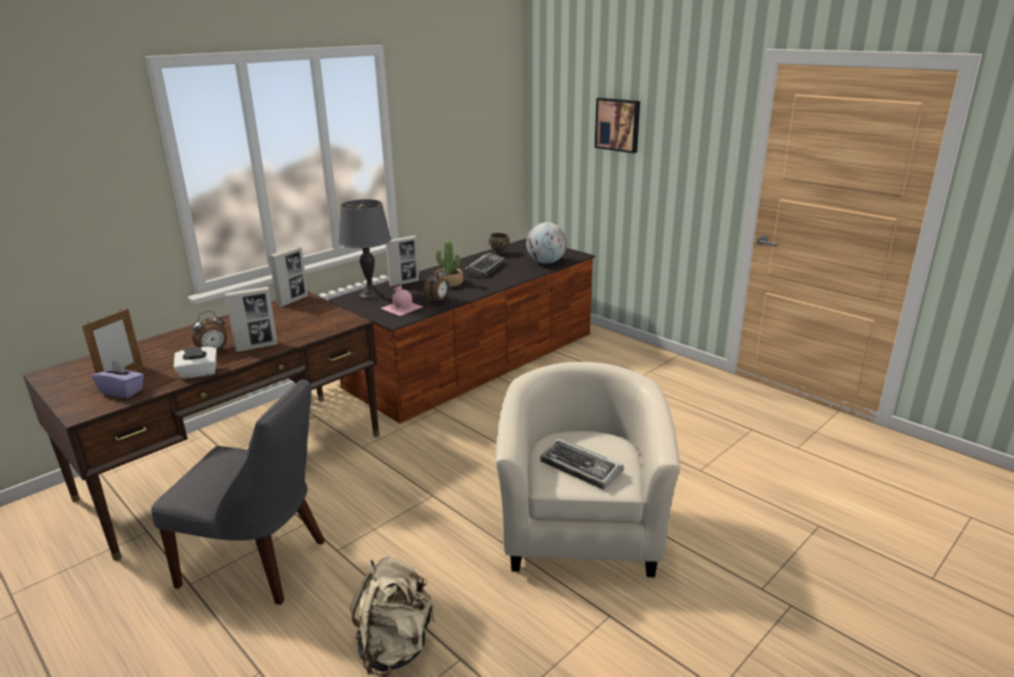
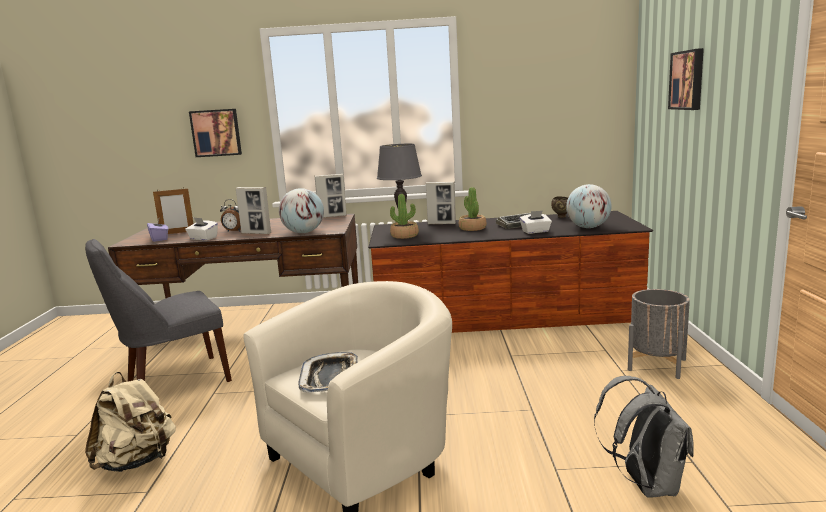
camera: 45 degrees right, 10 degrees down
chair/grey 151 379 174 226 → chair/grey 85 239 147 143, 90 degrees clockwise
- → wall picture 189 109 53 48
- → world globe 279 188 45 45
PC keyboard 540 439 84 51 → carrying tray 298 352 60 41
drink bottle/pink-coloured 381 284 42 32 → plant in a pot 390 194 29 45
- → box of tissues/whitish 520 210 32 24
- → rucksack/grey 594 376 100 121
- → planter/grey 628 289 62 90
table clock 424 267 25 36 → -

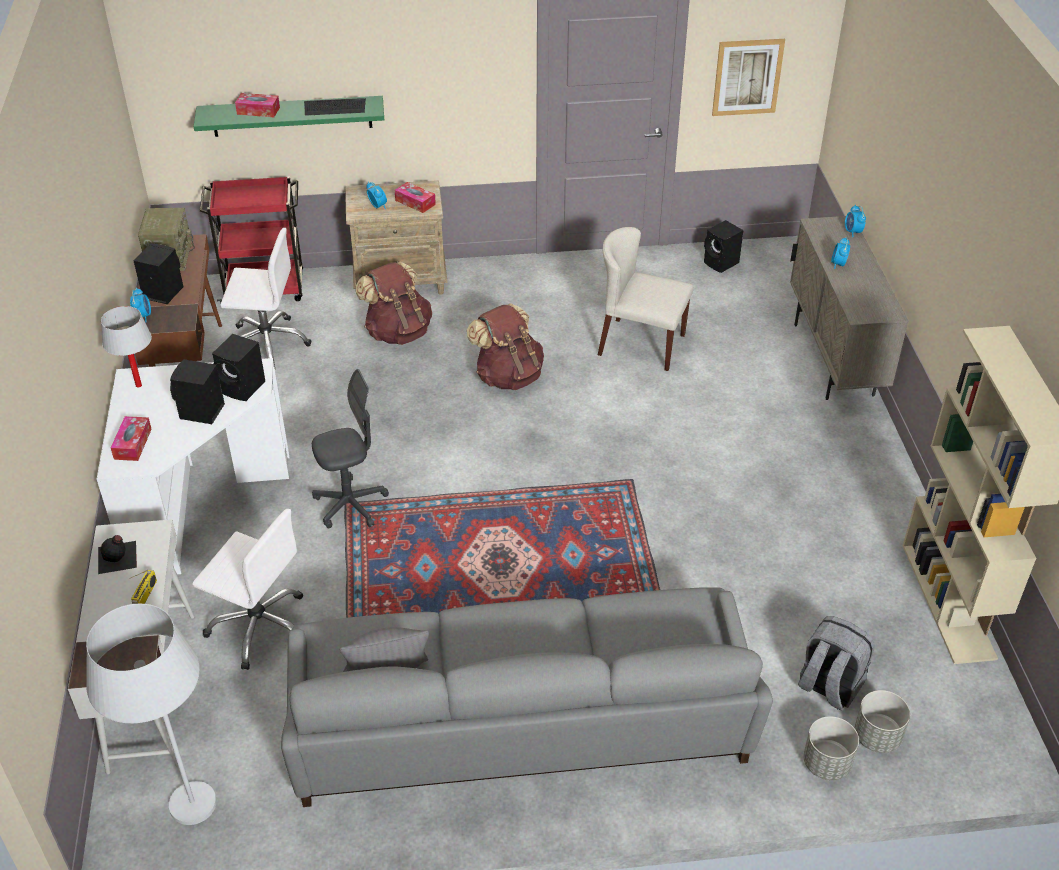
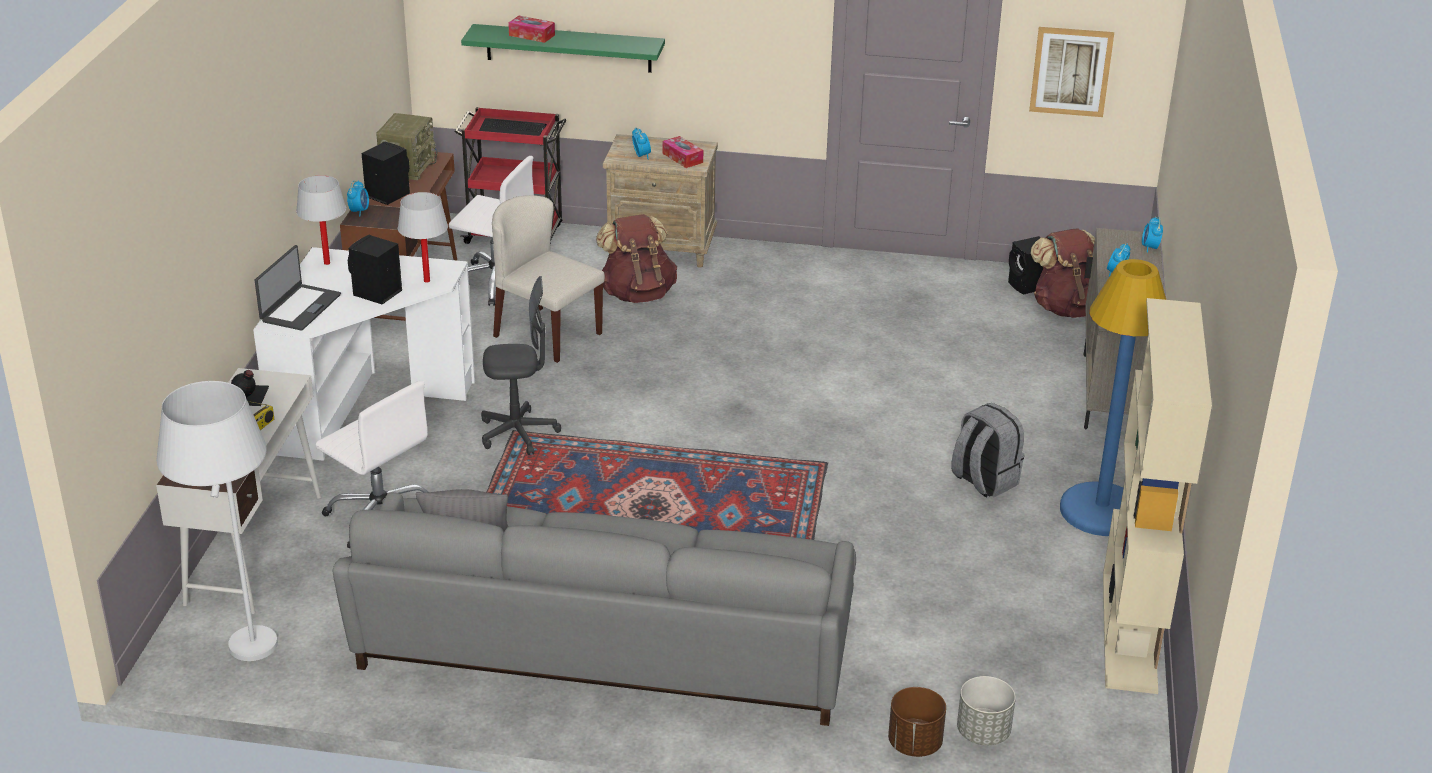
camera: 15 degrees right, 10 degrees down
box of tissues 111 416 41 45 → notebook computer 254 245 87 86
speaker/blackish 212 334 53 67 → table lamp/whitish 398 192 50 91
PC keyboard 304 98 62 18 → PC keyboard 479 118 68 18, shifted
chair/beige 598 227 95 144 → chair/beige 492 195 113 168, shifted
planter/grey 803 716 56 64 → planter/brown-coloured 888 687 58 70
rucksack/grey 798 616 77 94 → rucksack/grey 951 403 73 95, shifted
rucksack/brown-coloured 467 303 77 87 → rucksack/brown-coloured 1031 228 64 90, shifted
- → standing lamp/bluish 1060 259 106 277

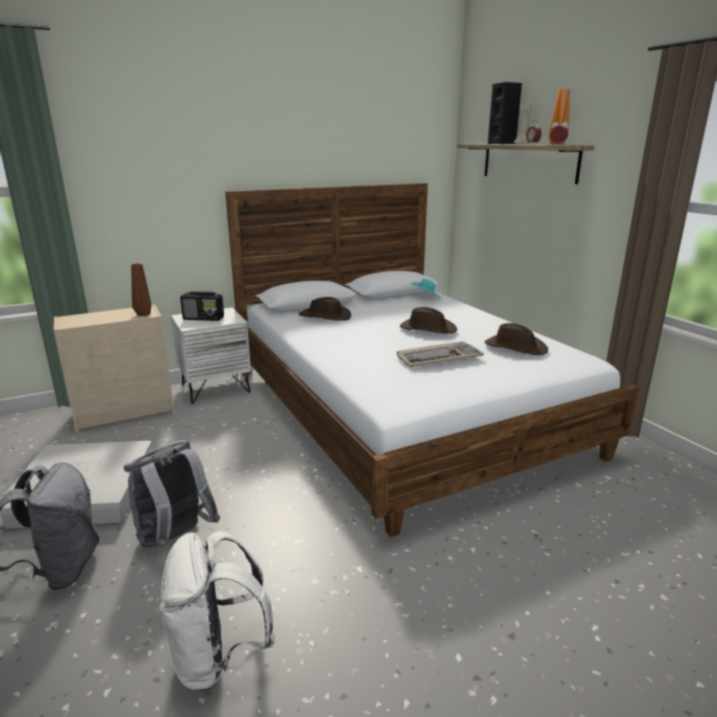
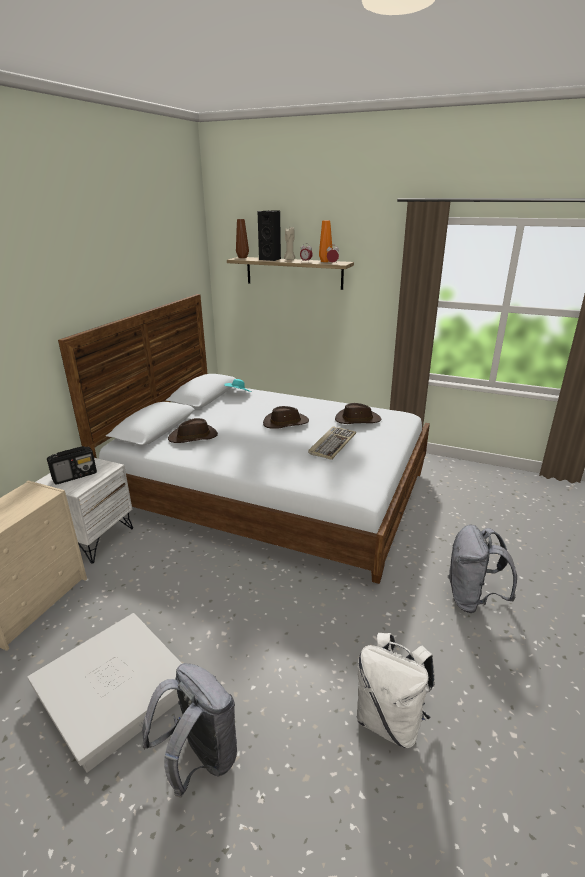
camera: 40 degrees left, 5 degrees up
vase/brown-coloured 131 264 20 52 → vase/brown-coloured 236 219 13 39, shifted
rucksack/grey 124 440 96 110 → rucksack/grey 448 525 69 88, shifted

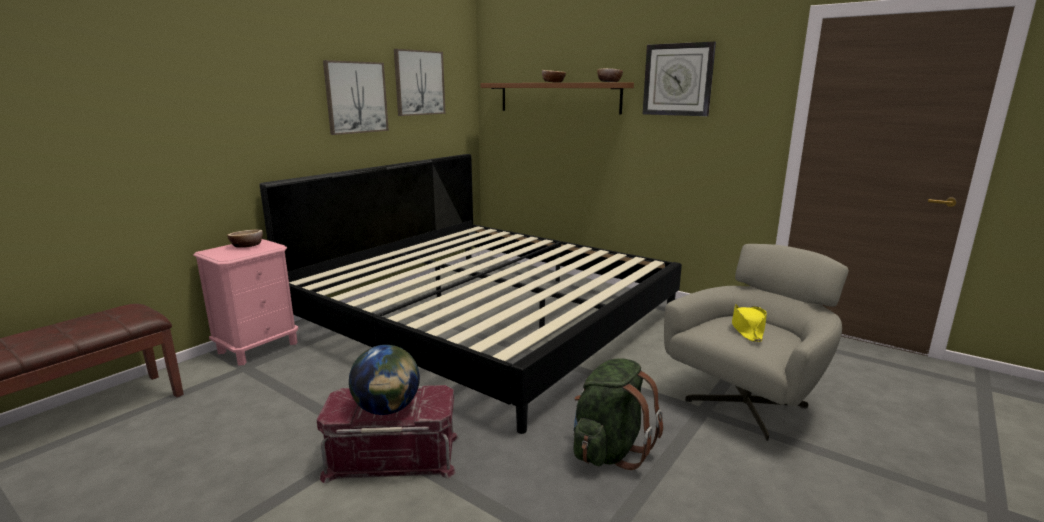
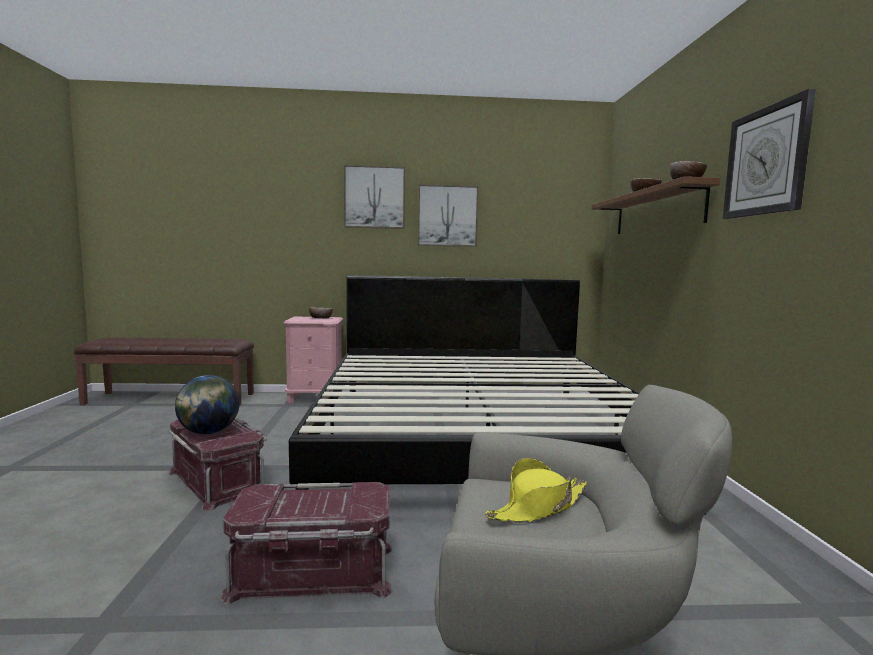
camera: 50 degrees right, 10 degrees down
rucksack/greenish 573 358 90 112 → storage box/red-coloured 220 482 173 123
wall picture 394 49 51 67 → wall picture 344 165 61 64, shifted

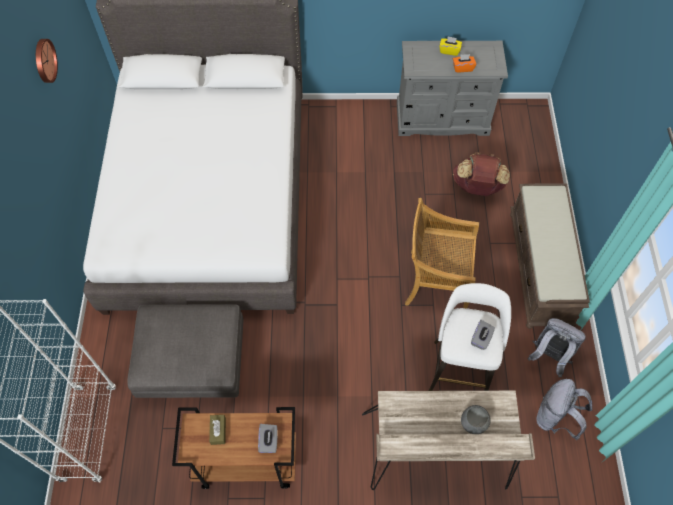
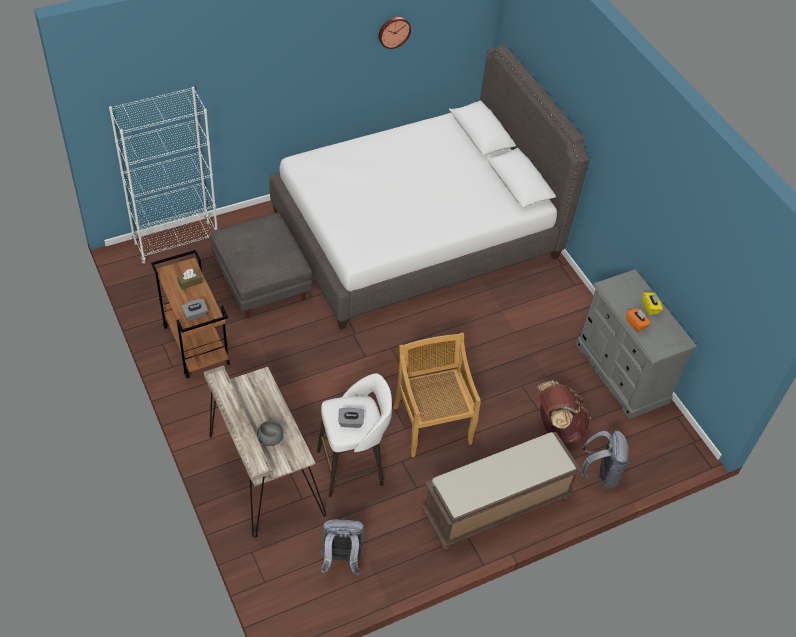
camera: 60 degrees right, 10 degrees down
rucksack/grey 528 318 57 59 → rucksack/grey 581 431 48 58, shifted

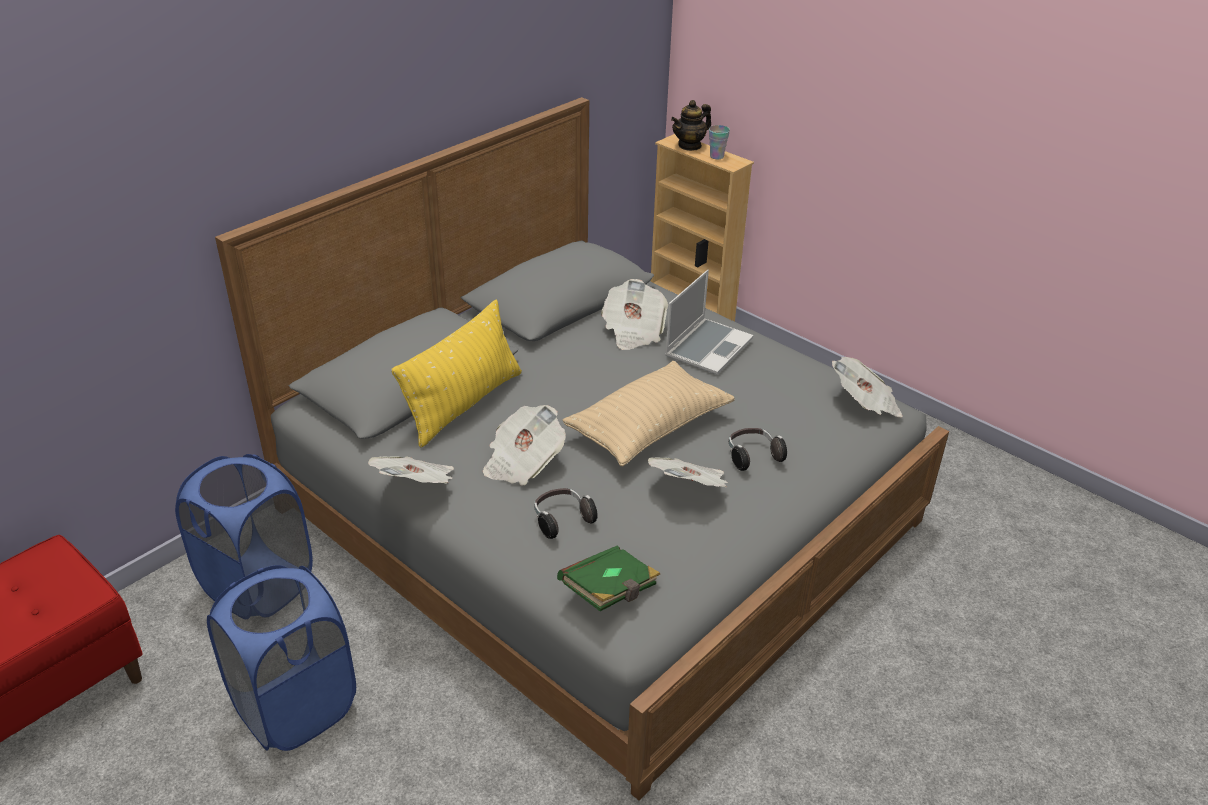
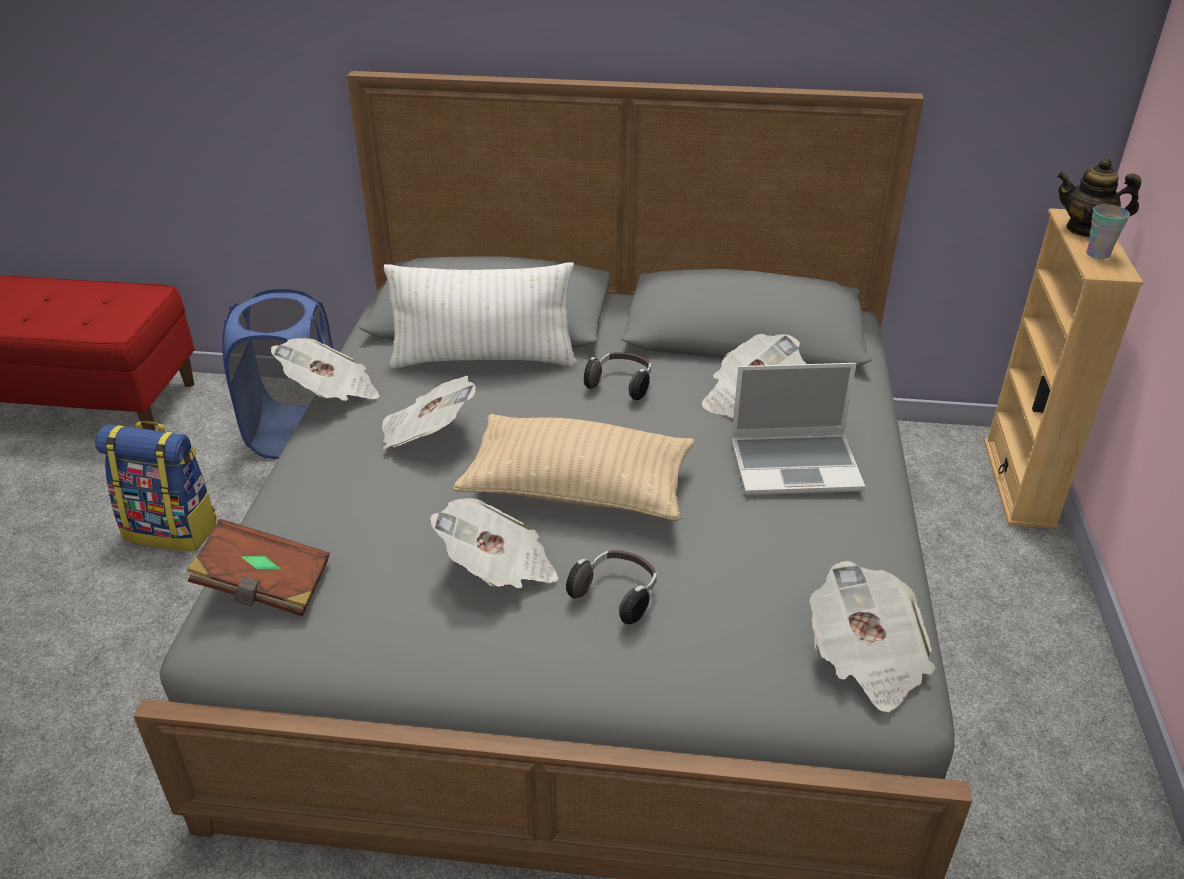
camera: 55 degrees right, 0 degrees up
hamper/bluish 207 565 149 186 → rucksack 95 421 123 130
book/greenish 557 546 103 65 → book/brown-coloured 187 519 143 98
cushion/yellow 392 300 130 148 → cushion/whitish 384 262 193 106
headset 534 488 64 51 → headset 584 352 67 48, shifted

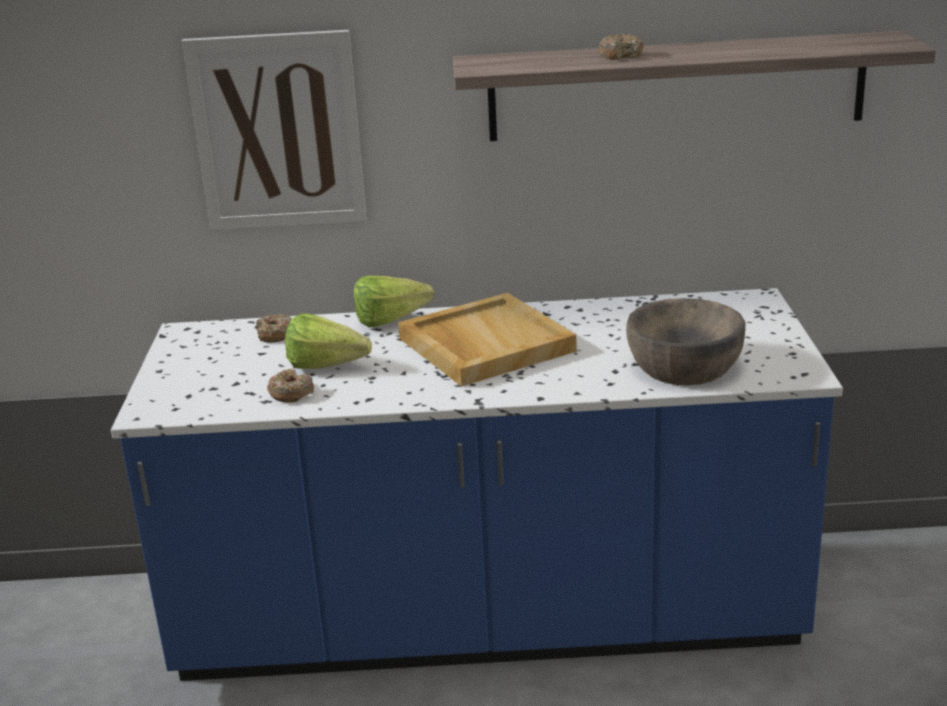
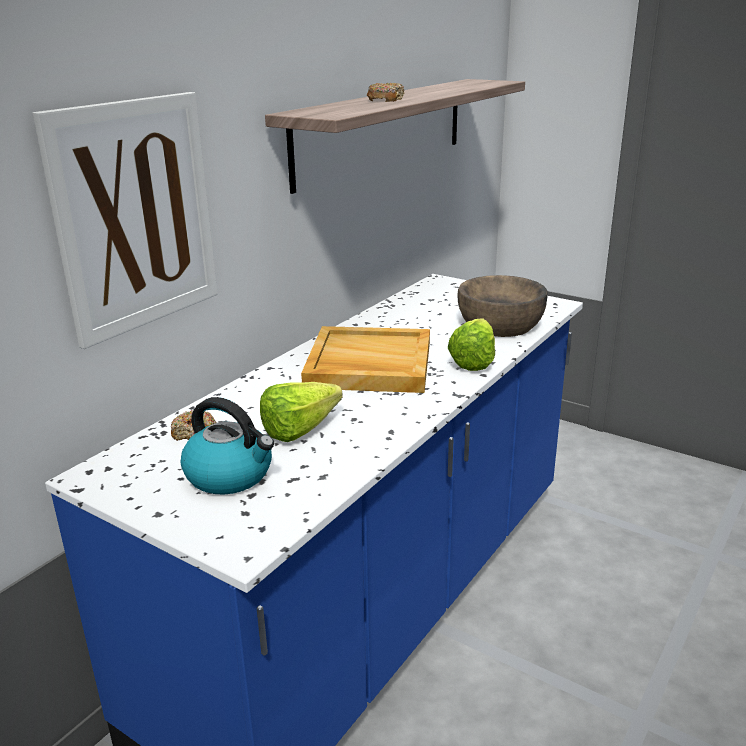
camera: 55 degrees left, 0 degrees up
- → kettle 181 397 93 98
lettuce 354 276 80 51 → lettuce 448 318 47 53, shifted
ring doughnut 267 369 47 34 → -

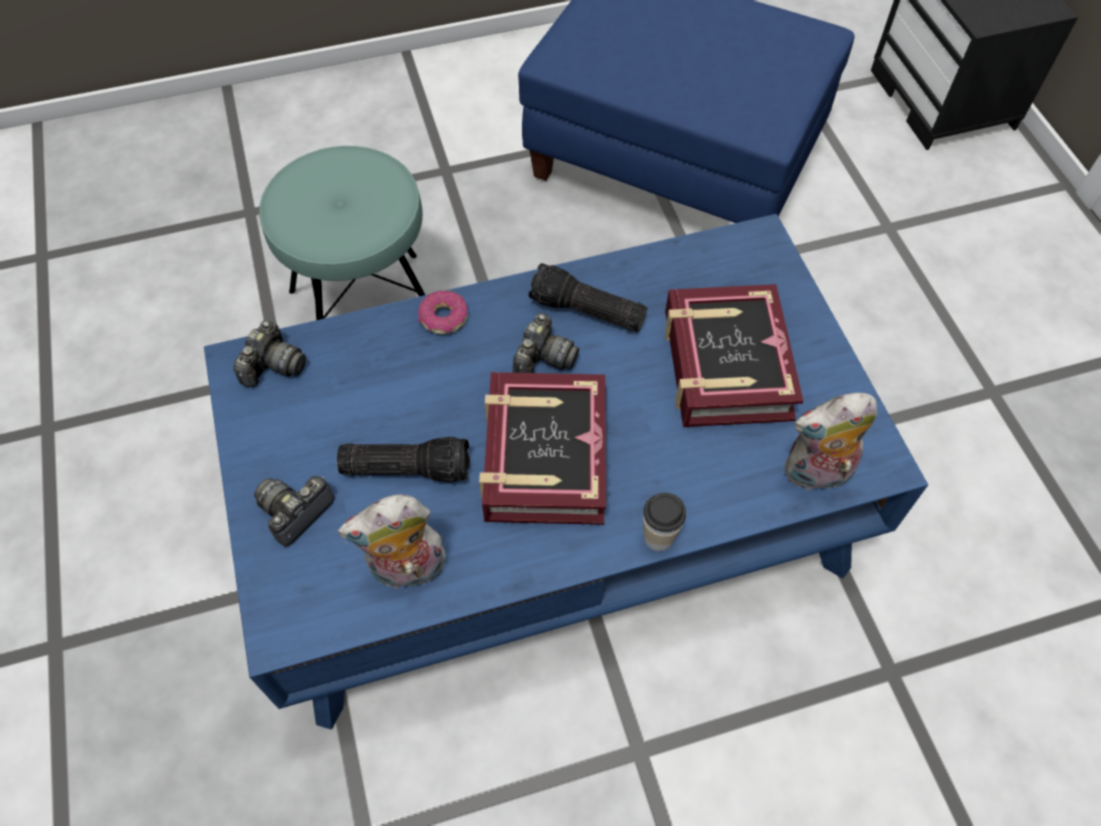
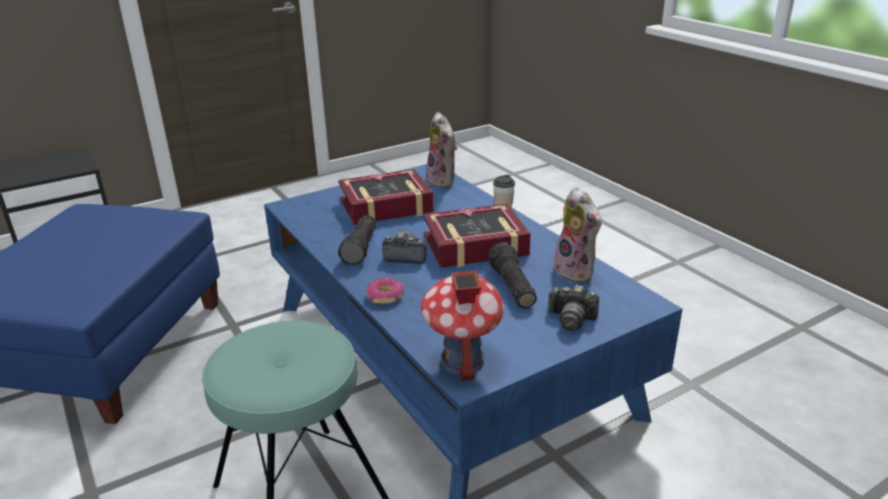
camera: 105 degrees left, 30 degrees down
photo camera 233 320 73 67 → toy house 421 270 83 111

